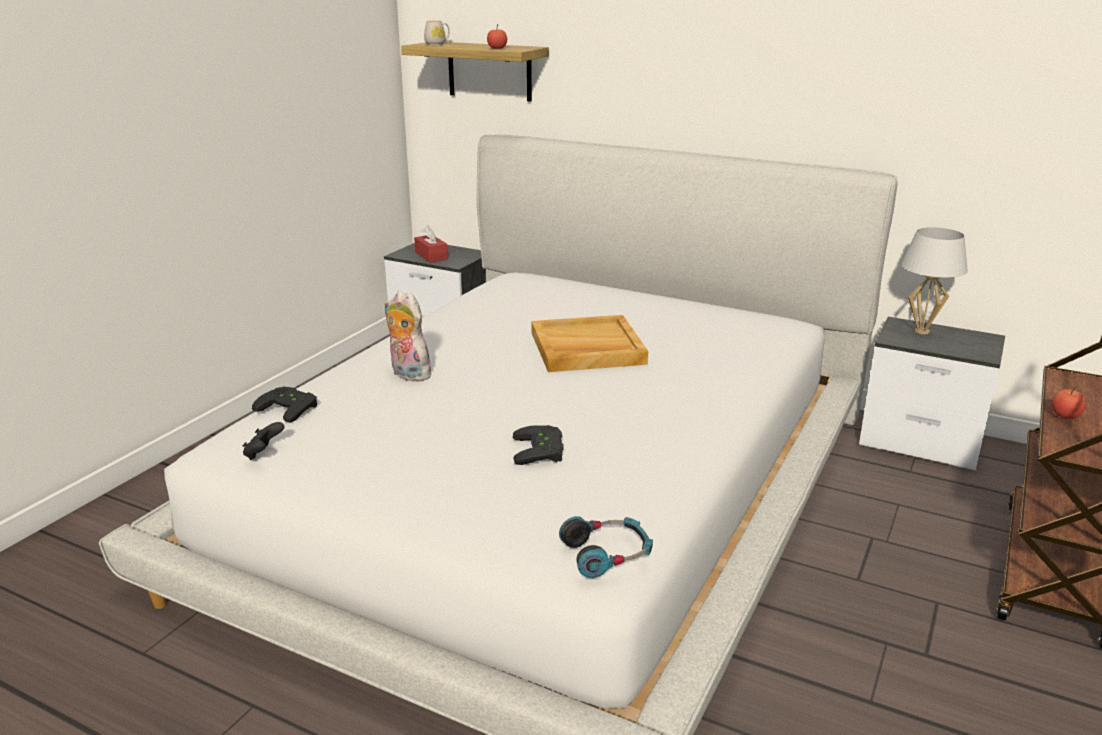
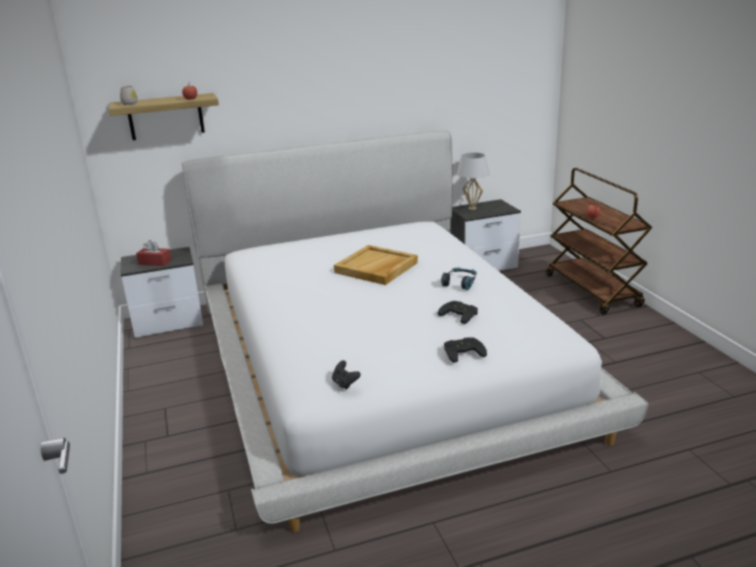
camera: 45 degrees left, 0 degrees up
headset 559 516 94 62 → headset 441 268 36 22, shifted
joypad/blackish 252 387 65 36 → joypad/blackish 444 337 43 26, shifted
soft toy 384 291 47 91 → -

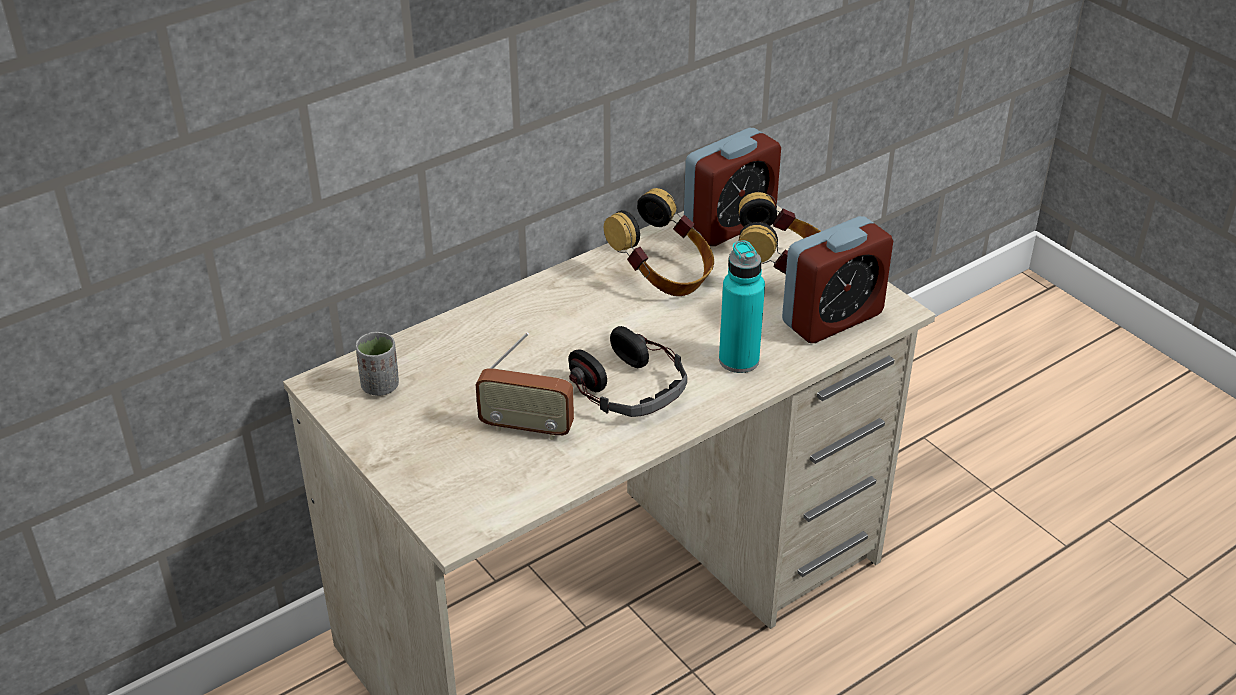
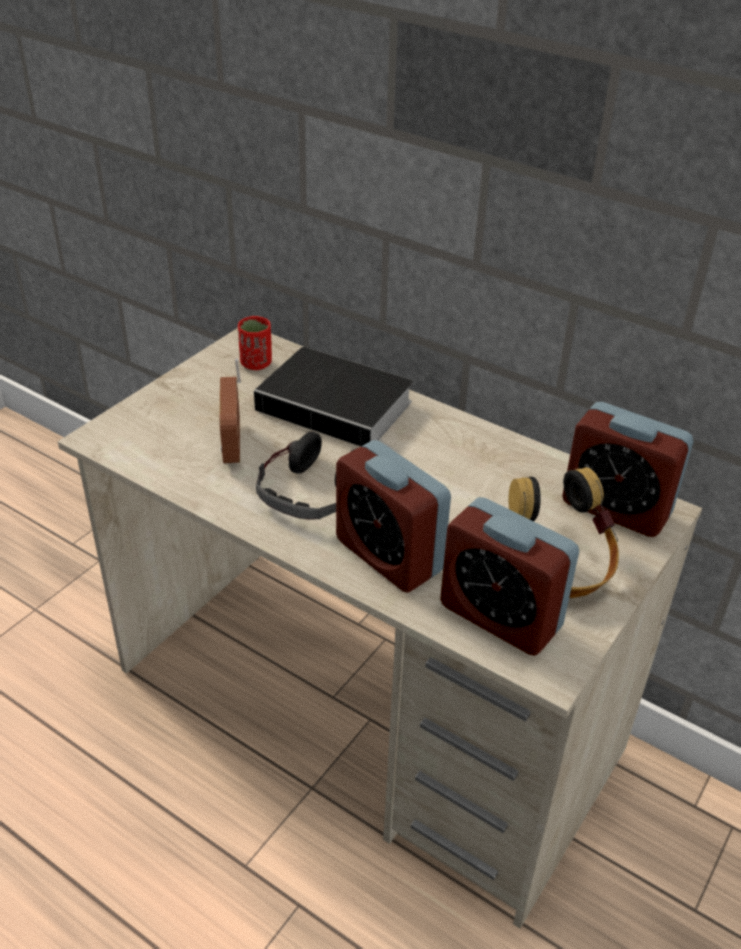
camera: 70 degrees right, 0 degrees up
small cup/grey 356 332 43 64 → small cup/red-coloured 238 316 34 54
- → book 254 347 159 105
drink bottle/turquoise-coloured 719 240 46 133 → table clock 336 440 115 153
headset 604 188 110 108 → -

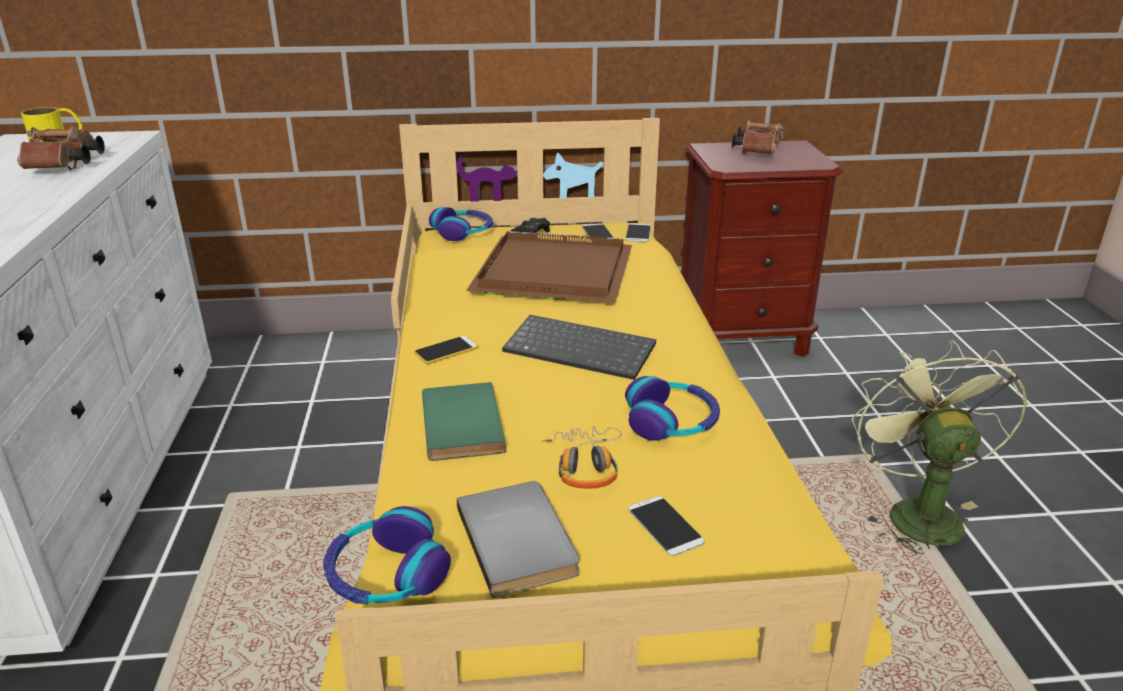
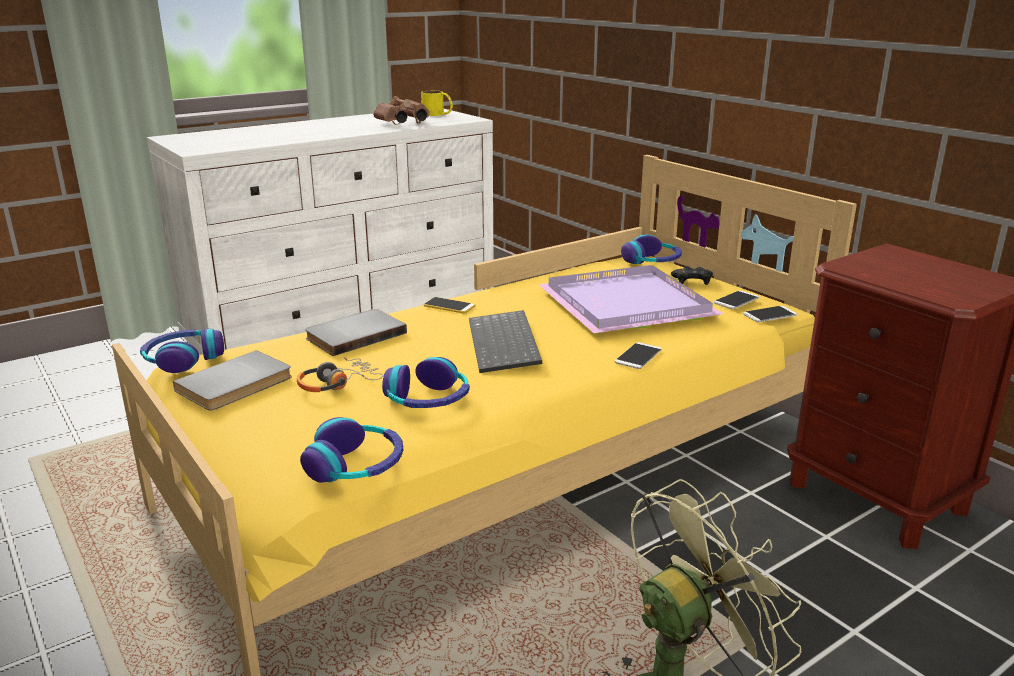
camera: 60 degrees right, 5 degrees down
- → headset 300 417 103 66
book/greenish 422 382 84 79 → book/grey 305 309 102 47
carrying tray/brown-coloured 466 231 166 71 → carrying tray/purplish 538 265 185 68
phone 628 496 76 60 → phone 615 342 46 27, shifted
pair of binoculars/brown-coloured 732 120 51 35 → -

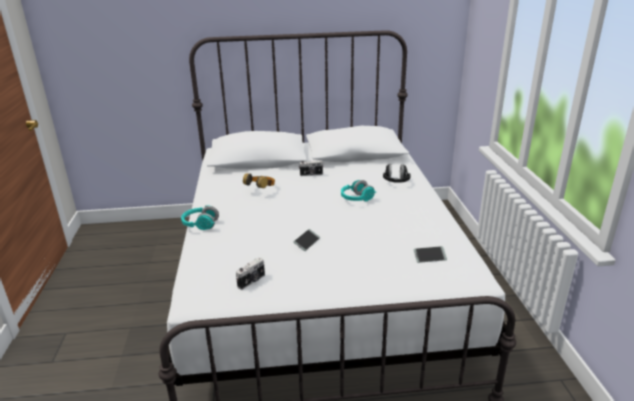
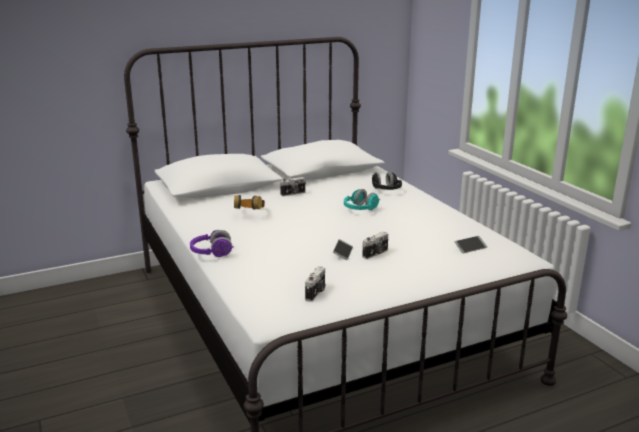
camera: 20 degrees left, 5 degrees down
headset/turquoise-coloured 181 205 38 25 → headset/purplish 190 230 44 27
- → photo camera 362 232 26 27

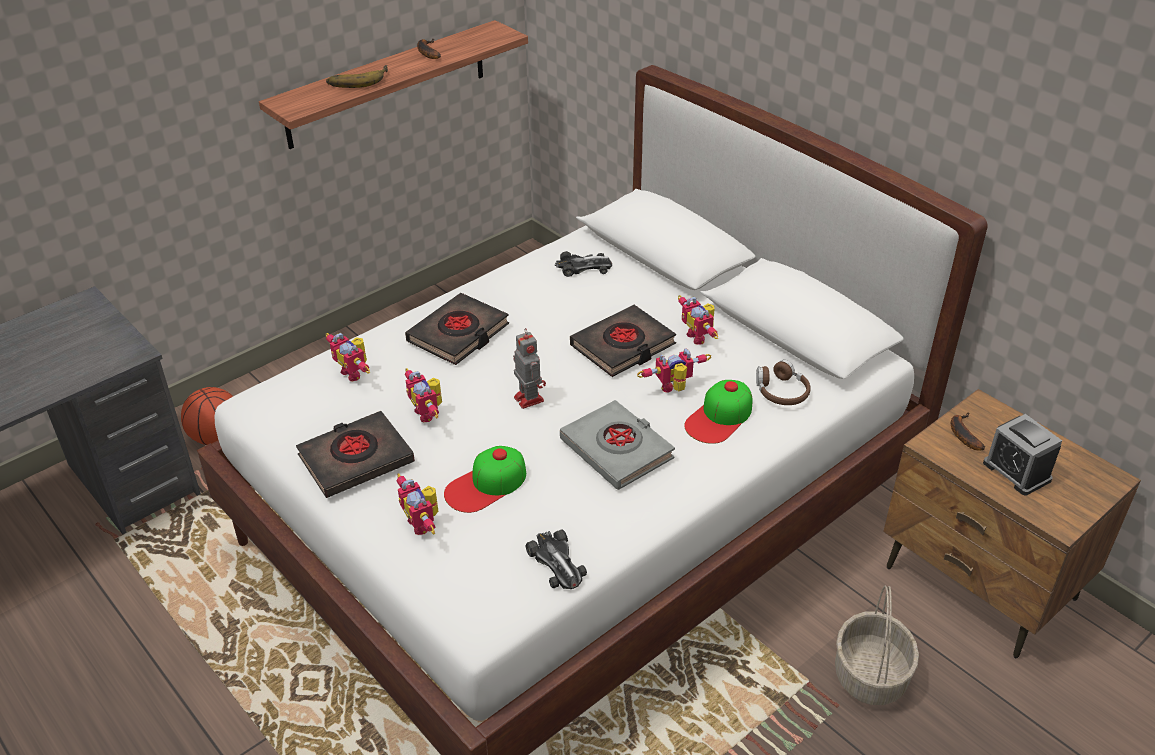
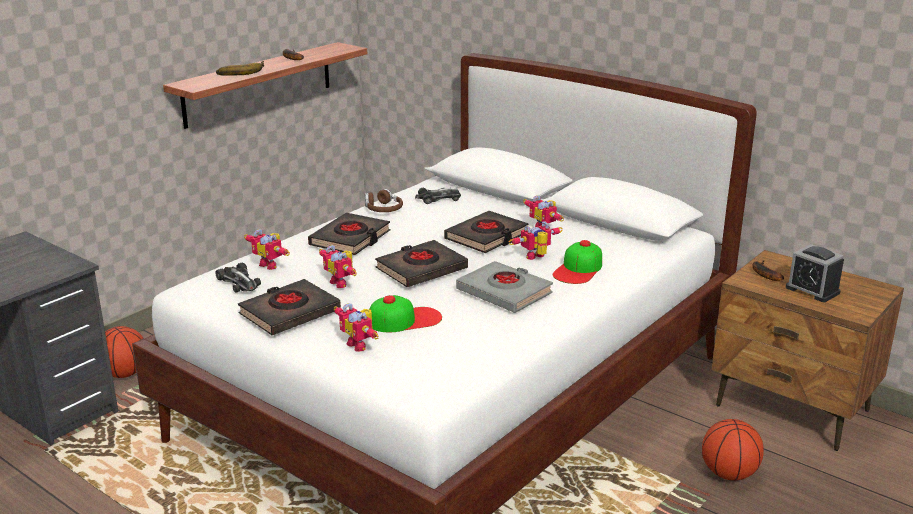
camera: 10 degrees left, 15 degrees down
model car 526 529 61 60 → model car 215 263 46 29, shifted
headset/brown-coloured 756 360 55 45 → headset/brown-coloured 365 189 38 23, shifted
peaked cap 444 446 82 67 → peaked cap 369 295 73 37, 150 degrees counterclockwise
model robot 513 328 33 81 → book/blackish 375 240 93 47
storage basket 835 586 84 119 → ball for basketball 702 419 62 61

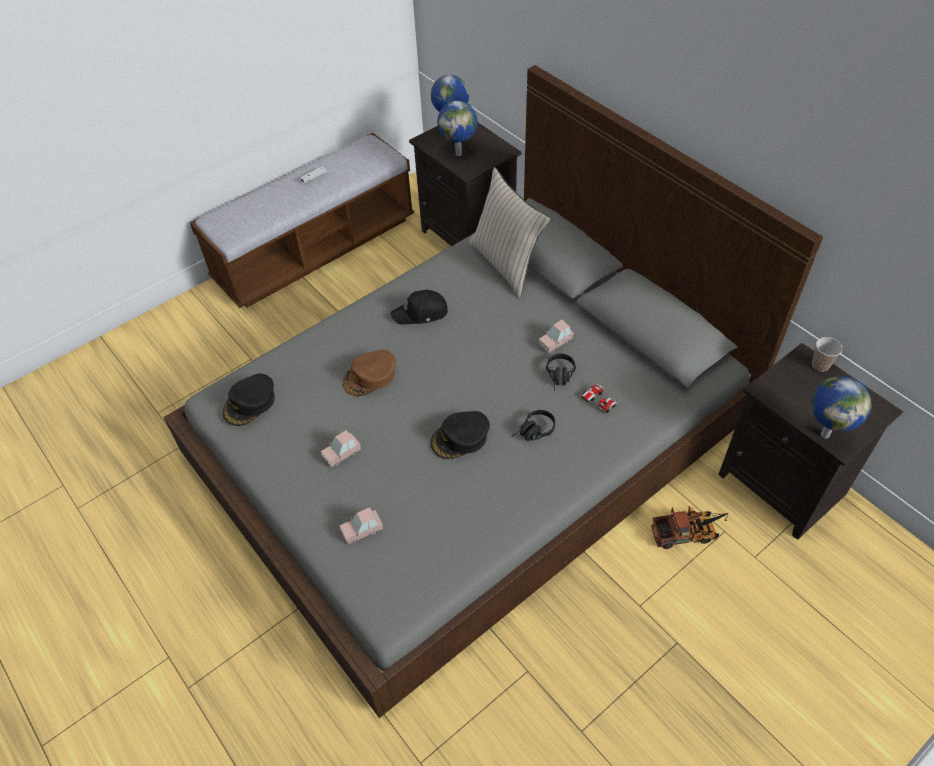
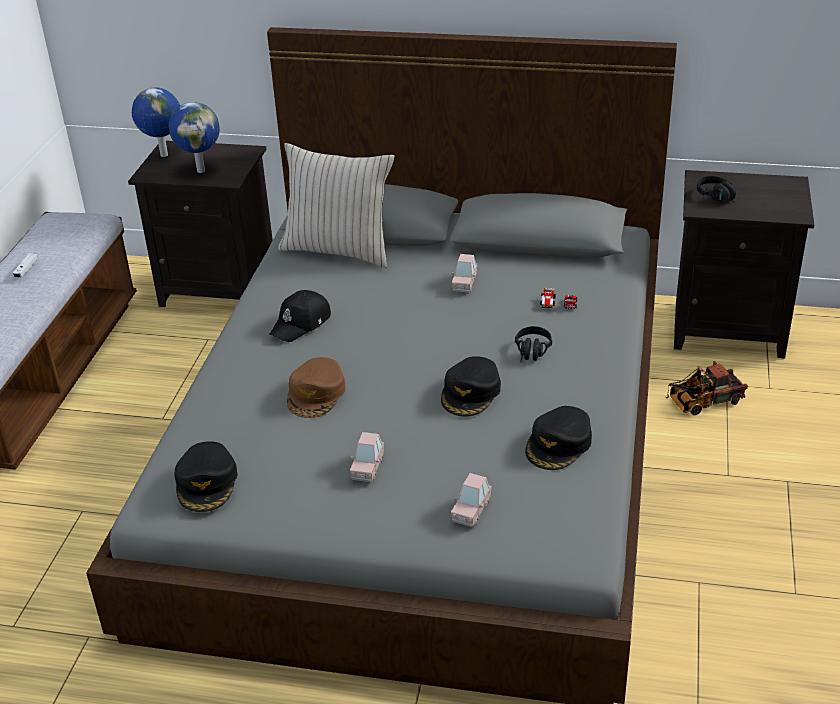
camera: 40 degrees left, 15 degrees down
- → peaked cap/blackish 525 406 67 64
toy lorry 652 506 76 43 → toy lorry 665 361 83 54, 150 degrees counterclockwise
headset/blackish 546 353 30 38 → headset/blackish 697 176 39 27, shifted
world globe 811 376 60 62 → -
small cup 812 337 31 35 → -

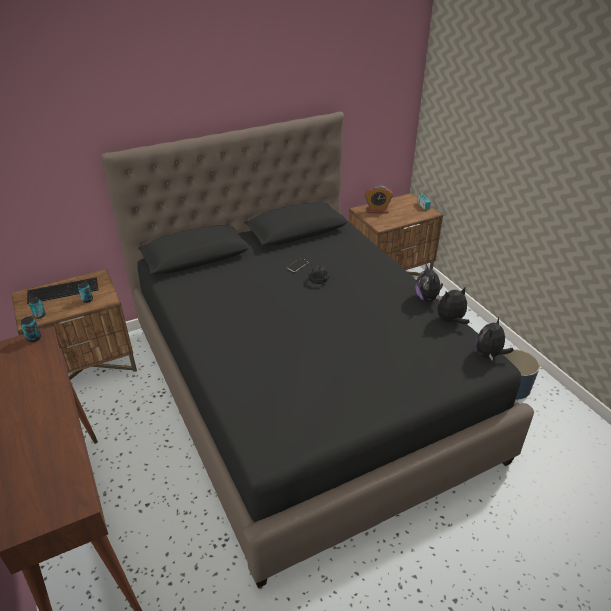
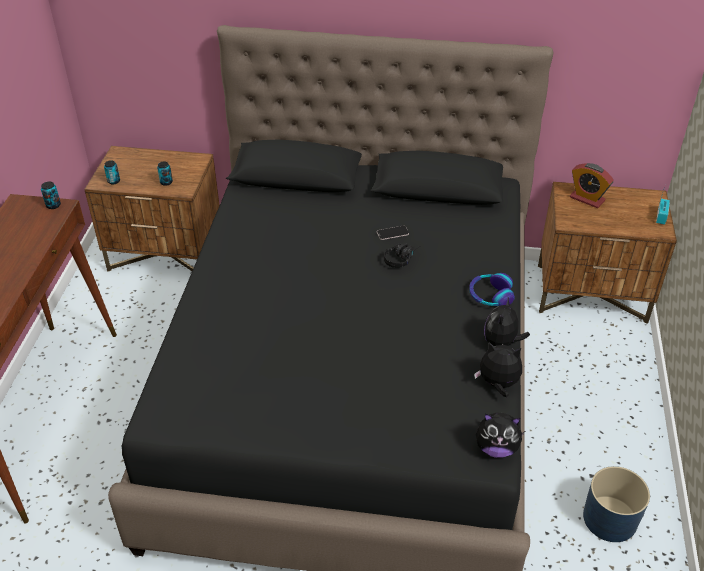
camera: 35 degrees right, 5 degrees up
- → headset 469 273 46 33
soft toy 476 316 38 45 → soft toy 476 413 49 45, 150 degrees counterclockwise
PC keyboard 27 277 71 27 → -

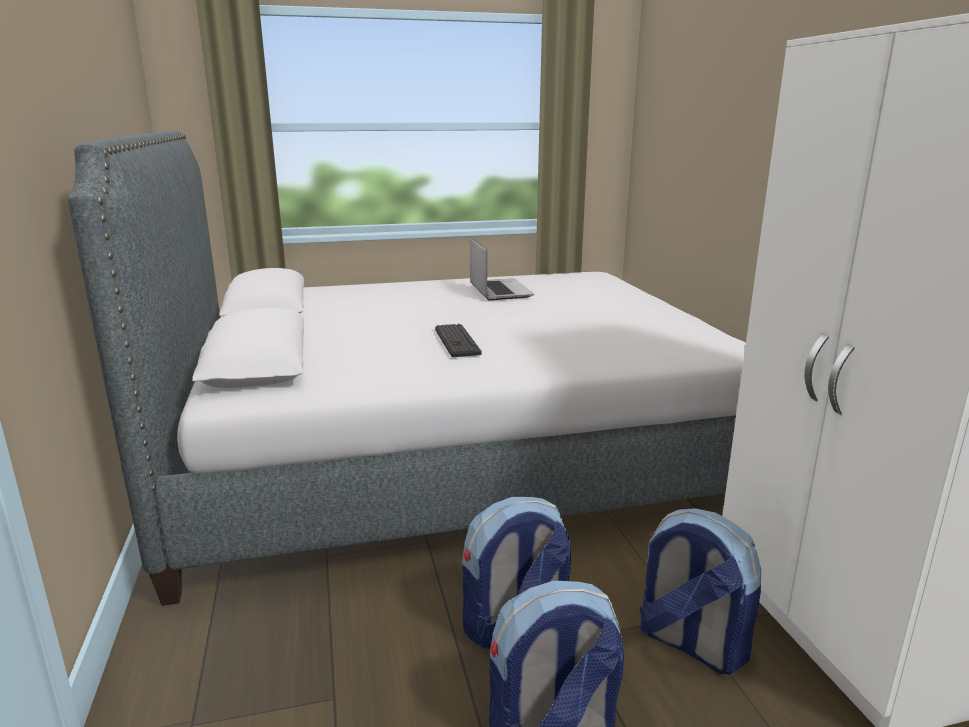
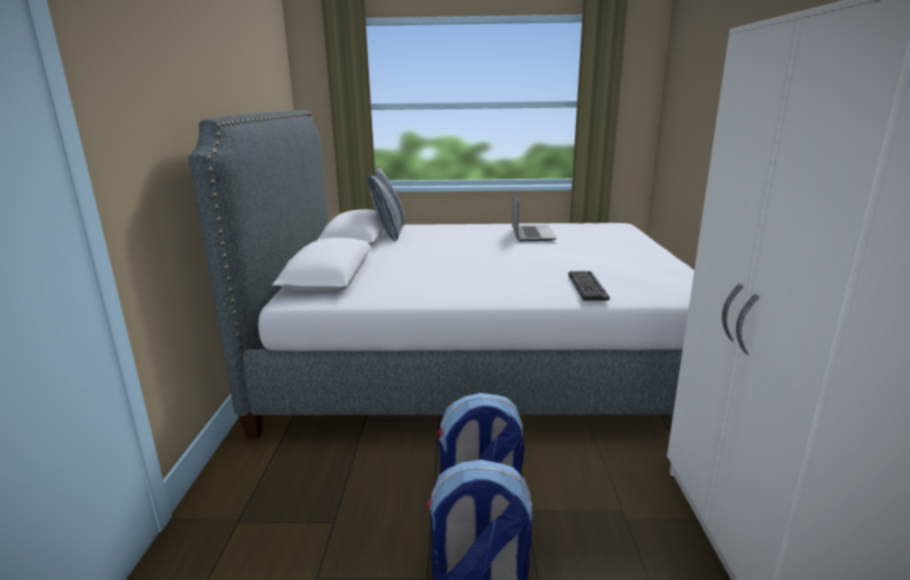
camera: 15 degrees right, 0 degrees up
- → cushion 367 166 38 75
PC keyboard 435 324 47 33 → PC keyboard 568 271 42 30, shifted
rucksack 639 508 123 167 → -

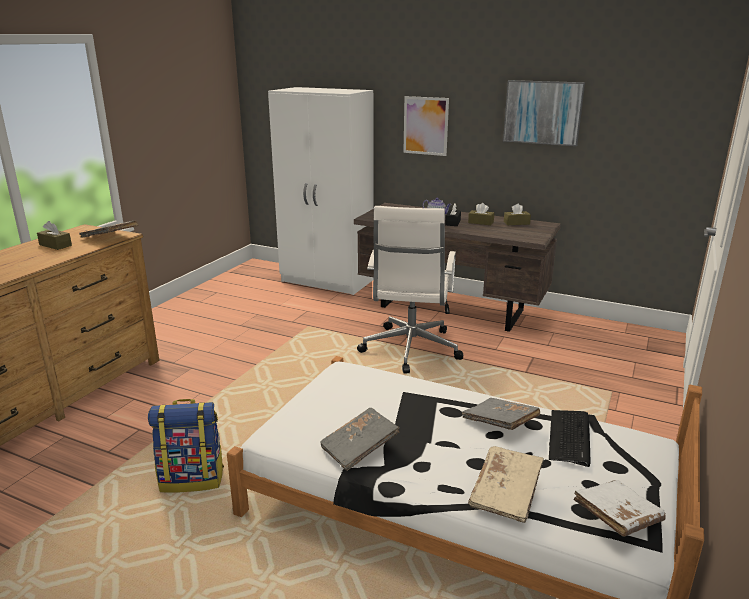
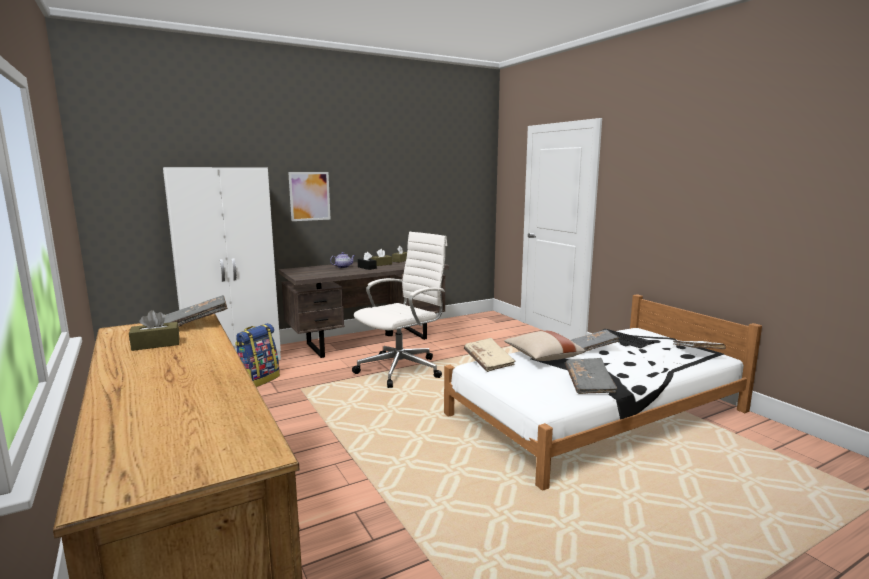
camera: 55 degrees left, 10 degrees down
rucksack 148 399 76 94 → rucksack 235 323 45 64, shifted
computer chair/whitish 357 206 106 168 → computer chair/whitish 352 232 95 156, 90 degrees counterclockwise
book/beige 468 446 76 77 → book/beige 464 338 52 34, shifted
- → cushion/beige 504 331 81 30
wall picture 503 80 82 66 → -

